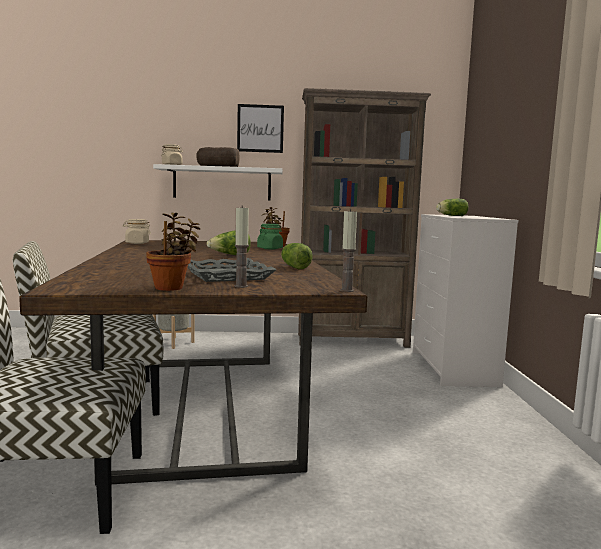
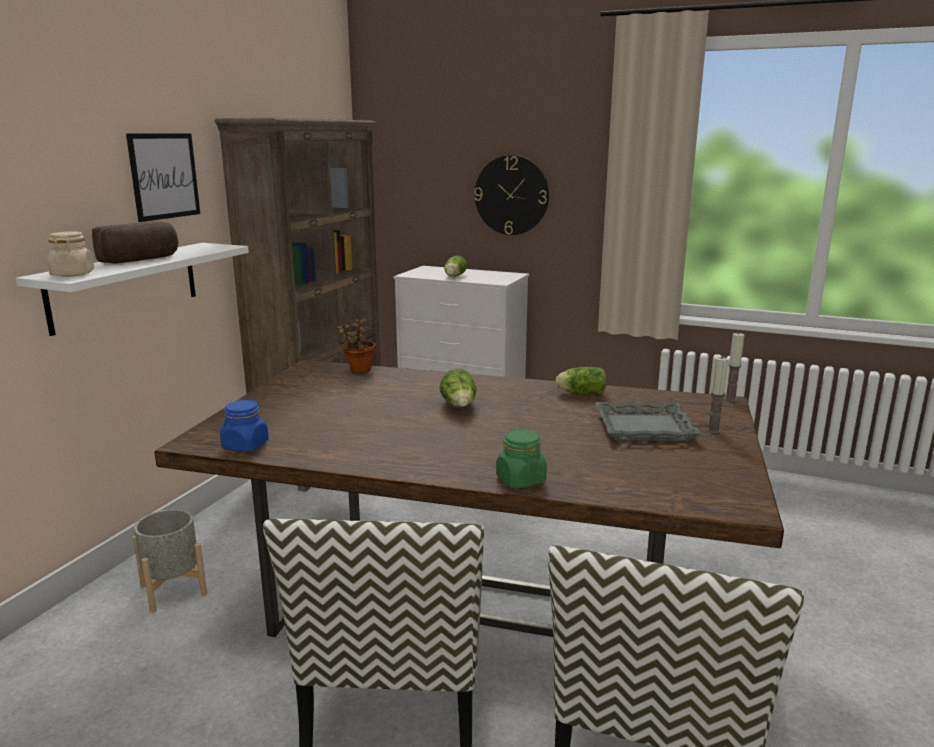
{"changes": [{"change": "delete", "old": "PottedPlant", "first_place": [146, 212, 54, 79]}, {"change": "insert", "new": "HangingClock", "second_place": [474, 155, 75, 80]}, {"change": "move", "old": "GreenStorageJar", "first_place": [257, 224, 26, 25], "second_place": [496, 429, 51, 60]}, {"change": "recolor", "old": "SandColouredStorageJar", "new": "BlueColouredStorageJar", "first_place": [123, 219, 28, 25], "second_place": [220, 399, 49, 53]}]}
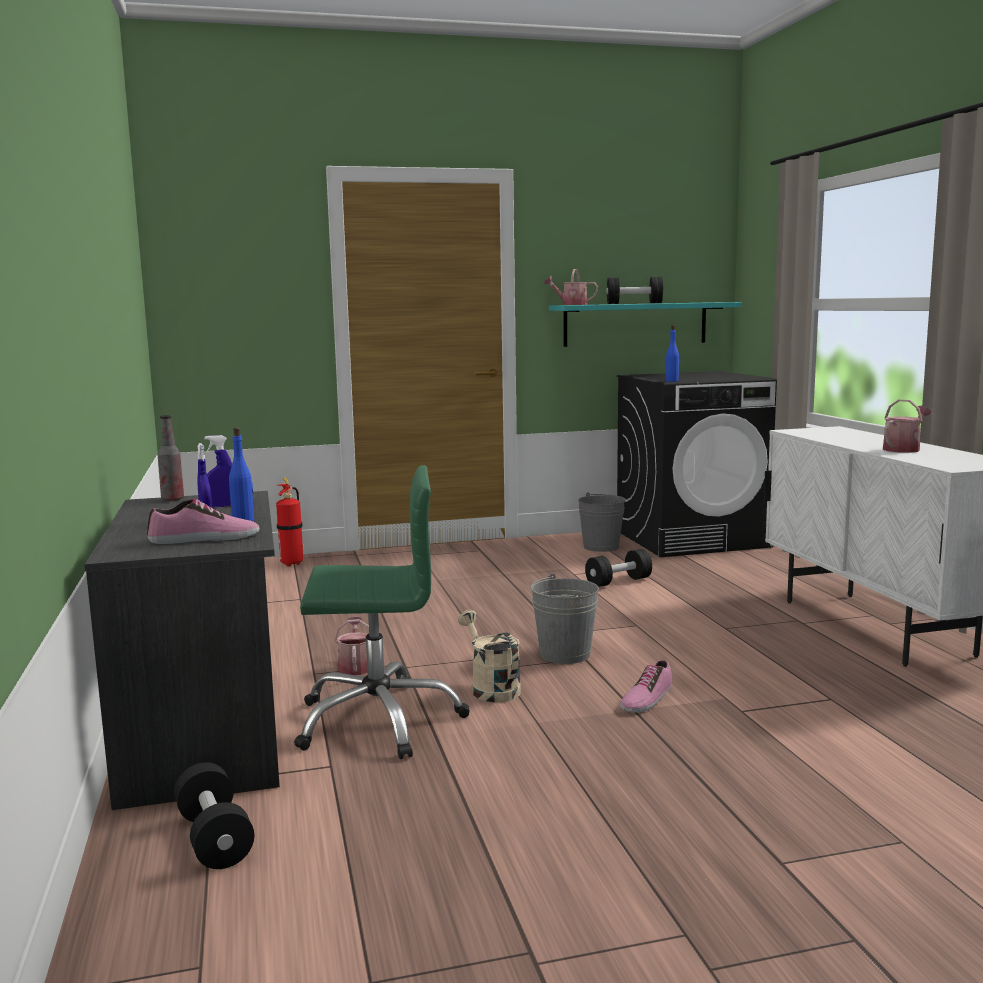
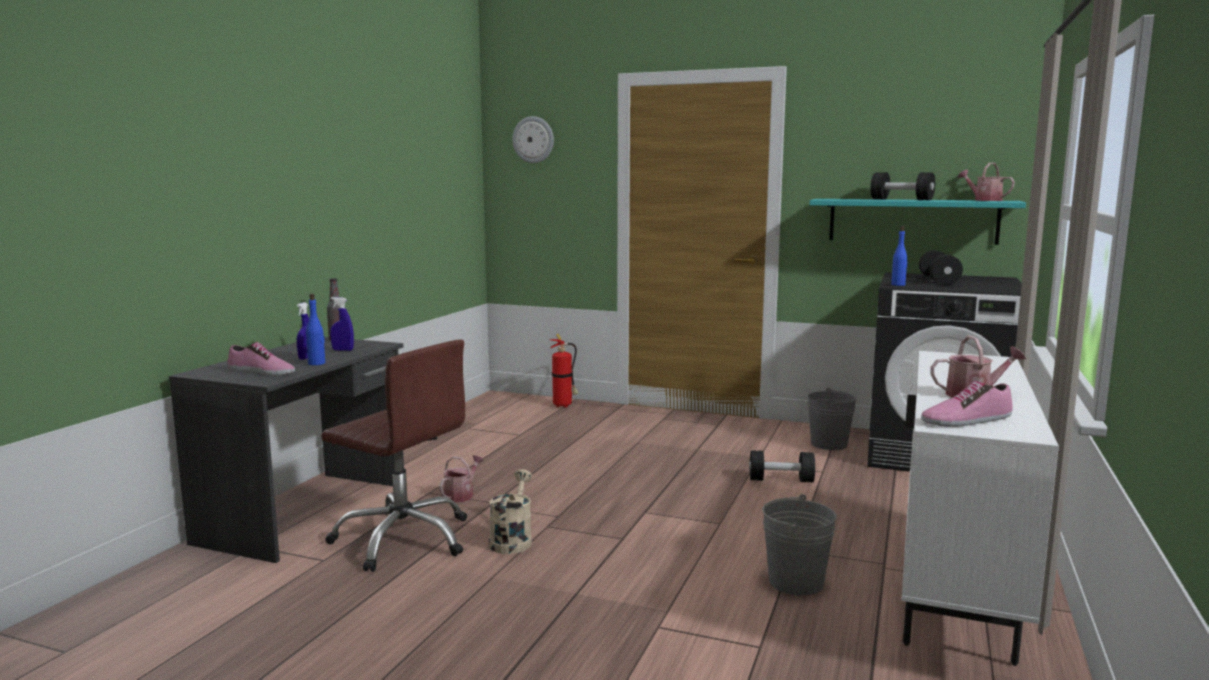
{"changes": [{"change": "insert", "new": "HangingClock", "second_place": [512, 116, 42, 47]}, {"change": "move", "old": "BlackHandWeight", "first_place": [174, 762, 80, 107], "second_place": [919, 250, 44, 35]}, {"change": "move", "old": "GreyPail", "first_place": [531, 574, 68, 90], "second_place": [762, 494, 74, 101]}, {"change": "move", "old": "WateringPot", "first_place": [544, 269, 54, 36], "second_place": [958, 163, 57, 38]}, {"change": "move", "old": "ItemOfFootwear", "first_place": [620, 660, 52, 53], "second_place": [921, 381, 92, 46]}, {"change": "recolor", "old": "GreenComputerChair", "new": "BrownishComputerChair", "first_place": [294, 465, 176, 294], "second_place": [321, 339, 146, 233]}]}
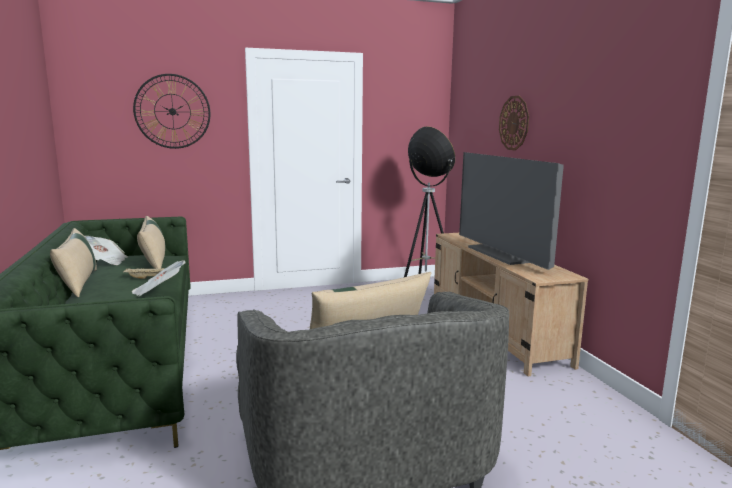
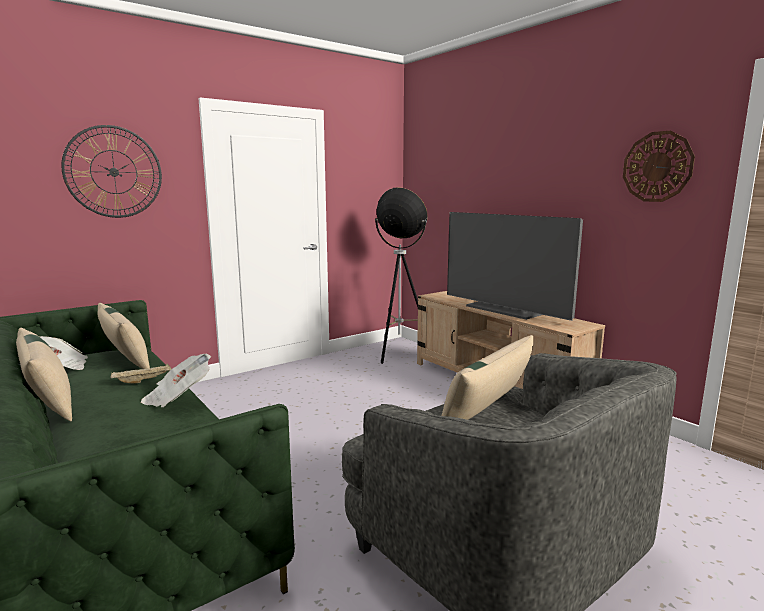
{"changes": [{"change": "move", "old": "HangingClock", "first_place": [499, 96, 30, 54], "second_place": [623, 131, 72, 71]}]}
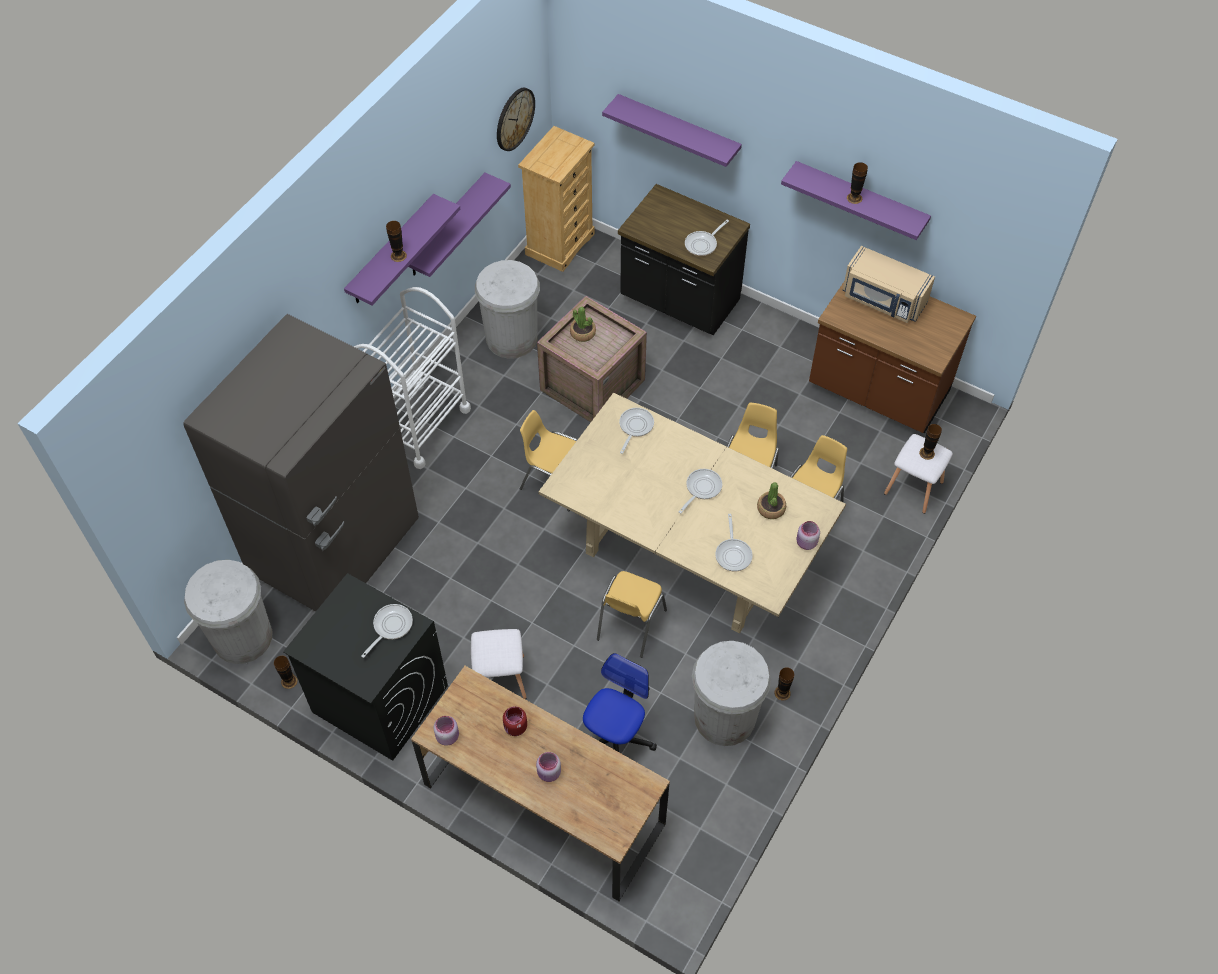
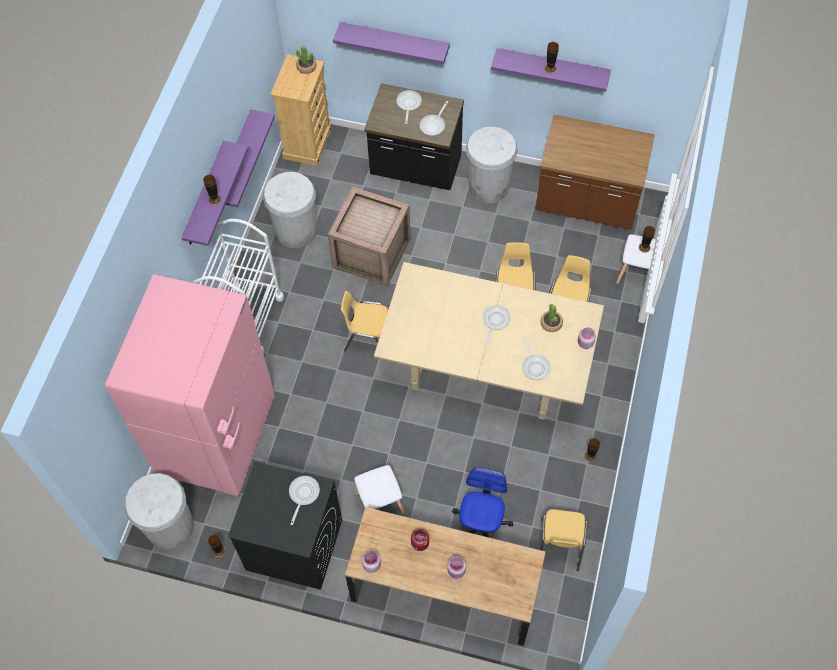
{"changes": [{"change": "delete", "old": "HangingClock", "first_place": [497, 87, 38, 64]}, {"change": "delete", "old": "SandColouredMicrowave", "first_place": [842, 246, 93, 77]}, {"change": "move", "old": "PottedPlant", "first_place": [570, 307, 26, 35], "second_place": [296, 46, 20, 28]}, {"change": "move", "old": "YellowishPlainChair", "first_place": [597, 571, 70, 87], "second_place": [540, 509, 48, 63]}, {"change": "move", "old": "Pan", "first_place": [619, 408, 35, 46], "second_place": [396, 90, 26, 34]}, {"change": "move", "old": "WhitishTrashCan", "first_place": [692, 641, 79, 105], "second_place": [466, 127, 52, 76]}, {"change": "recolor", "old": "GreyRefrigerator", "new": "PinkishRefrigerator", "first_place": [183, 314, 236, 297], "second_place": [105, 274, 170, 222]}]}
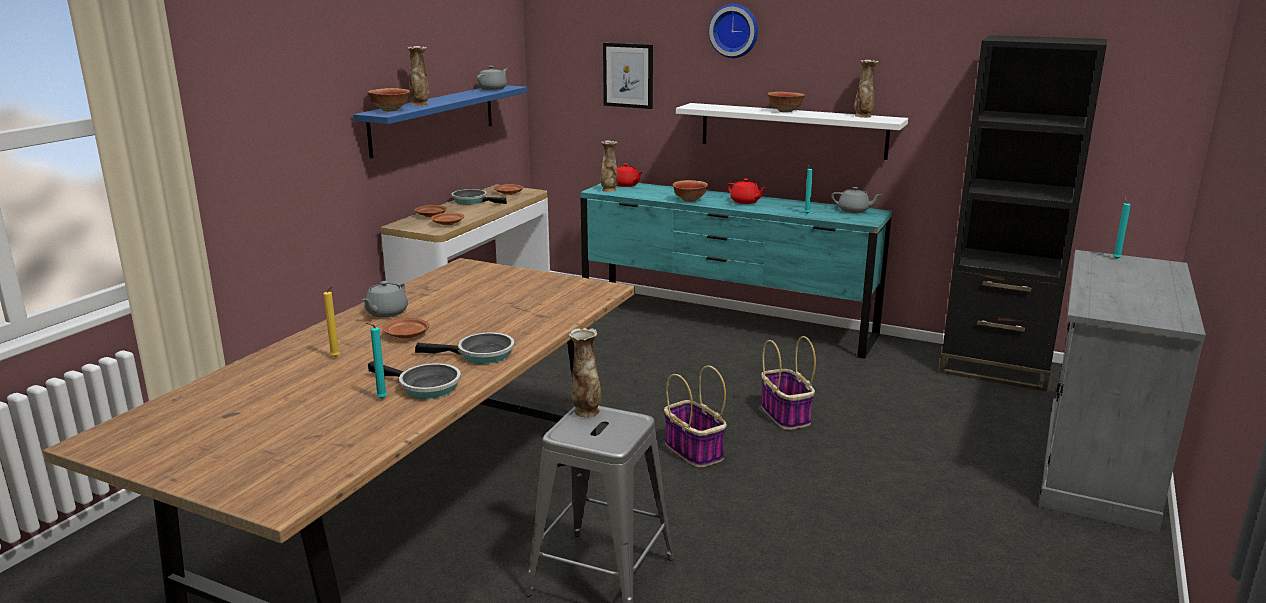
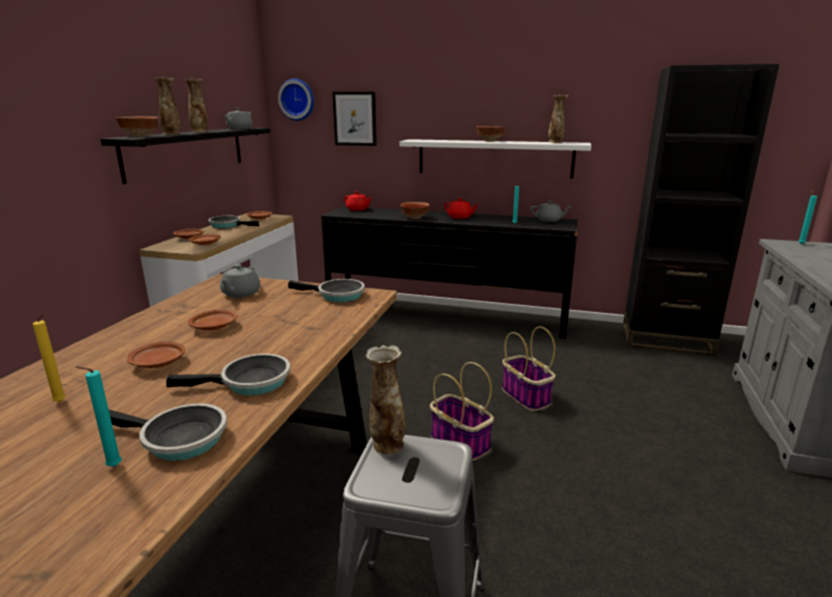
{"changes": [{"change": "insert", "new": "BrownishFlatDish", "second_place": [188, 310, 49, 20]}, {"change": "insert", "new": "Pan", "second_place": [288, 279, 77, 23]}, {"change": "move", "old": "GreyPotForTea", "first_place": [362, 281, 46, 37], "second_place": [220, 264, 41, 34]}, {"change": "move", "old": "Vase", "first_place": [601, 140, 17, 52], "second_place": [185, 79, 23, 53]}, {"change": "move", "old": "HangingClock", "first_place": [709, 4, 49, 54], "second_place": [278, 78, 36, 43]}, {"change": "recolor", "old": "BlueColouredBracketShelf", "new": "BlackBracketShelf", "first_place": [353, 85, 174, 74], "second_place": [100, 128, 171, 56]}, {"change": "recolor", "old": "TurquoiseDresser", "new": "BlackDresser", "first_place": [580, 183, 312, 176], "second_place": [321, 206, 257, 133]}]}
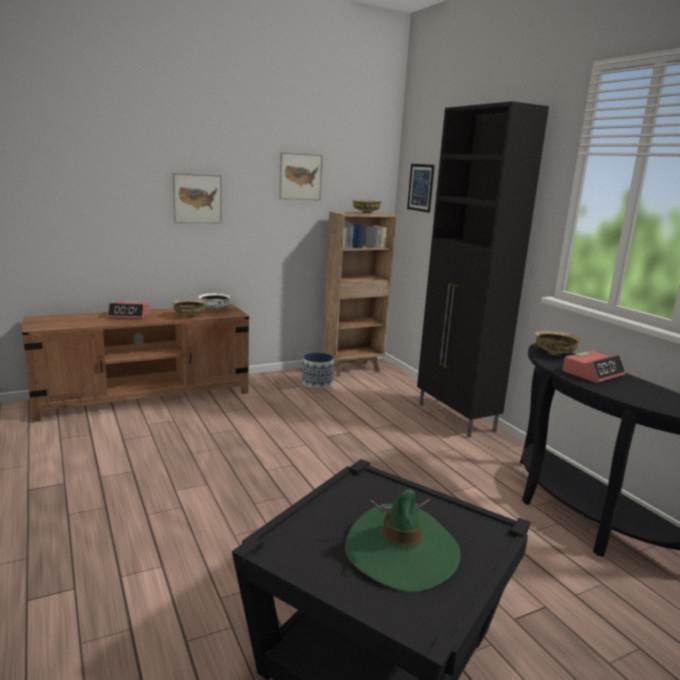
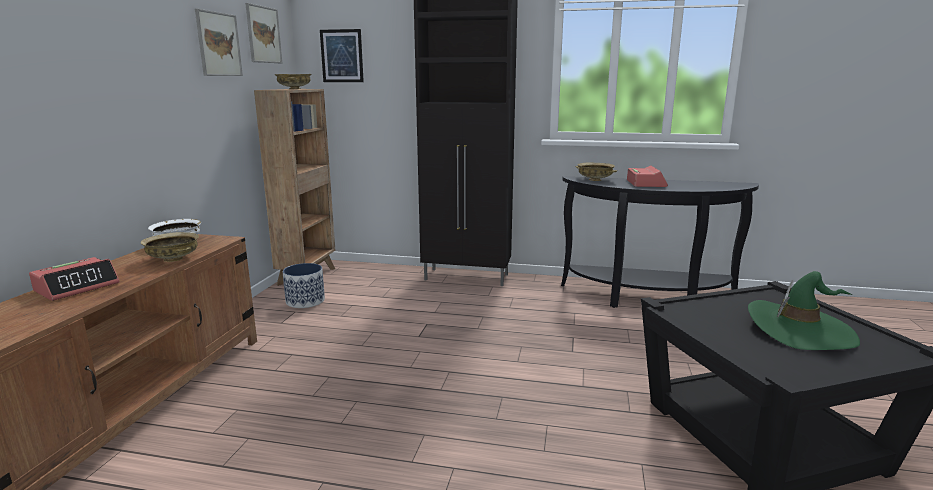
{"changes": [{"change": "move", "old": "WallPicture", "first_place": [173, 173, 49, 50], "second_place": [245, 3, 37, 60]}]}
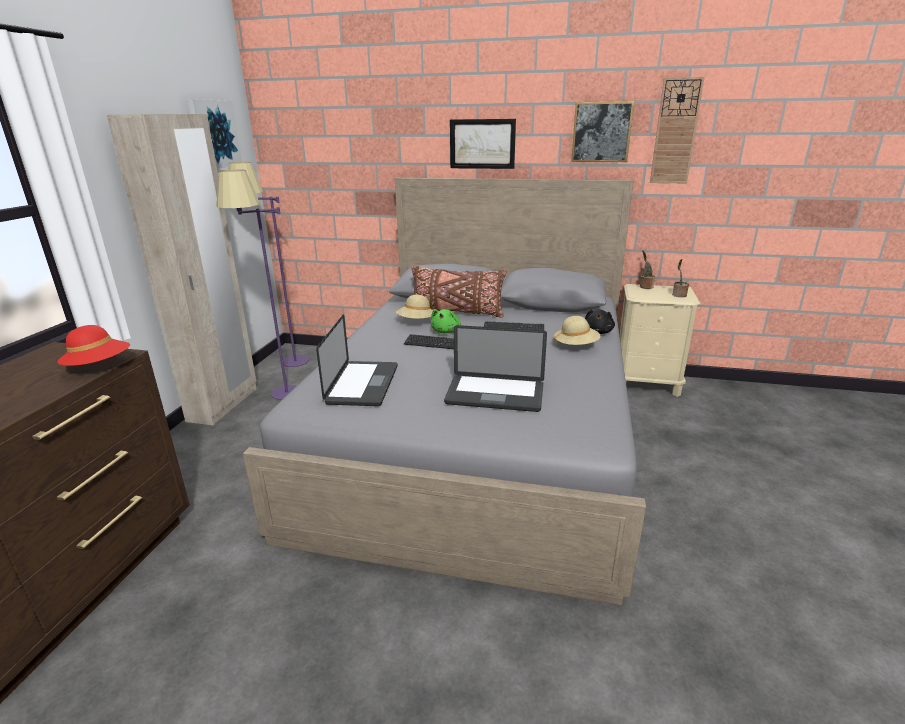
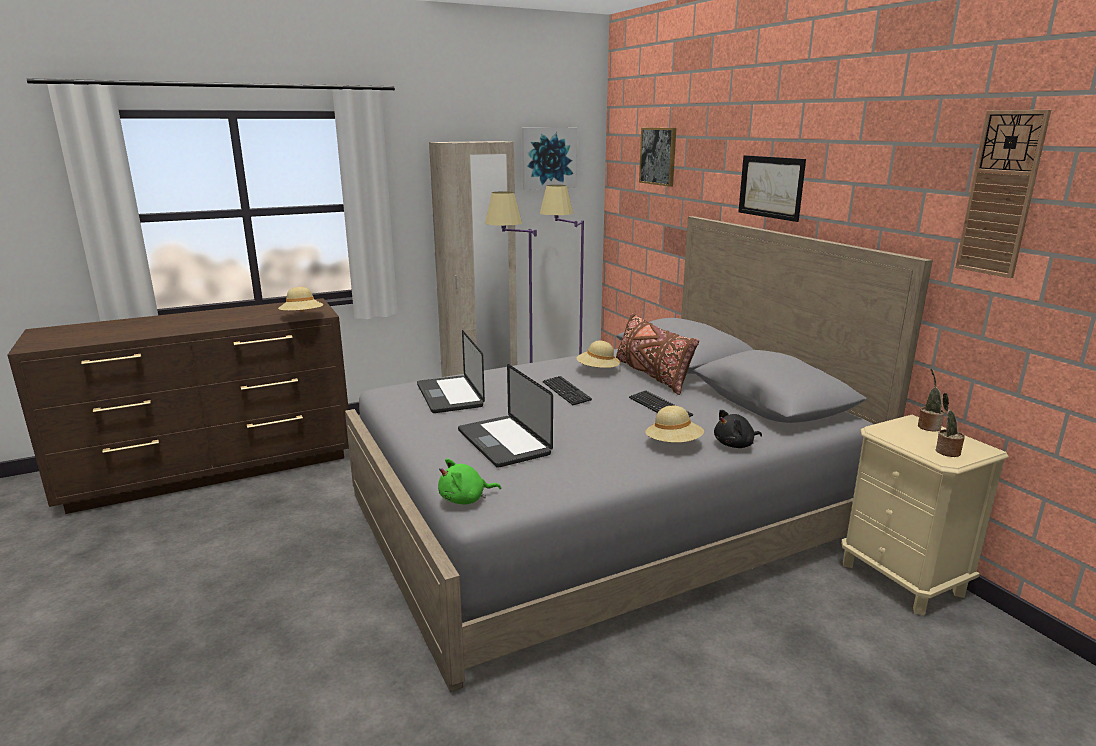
{"changes": [{"change": "move", "old": "GreenSoftToy", "first_place": [431, 309, 30, 24], "second_place": [438, 459, 63, 46]}, {"change": "move", "old": "WallPicture", "first_place": [571, 101, 63, 61], "second_place": [639, 128, 37, 59]}, {"change": "recolor", "old": "RedColouredClothingHat", "new": "SandColouredClothingHat", "first_place": [57, 325, 73, 41], "second_place": [278, 287, 45, 25]}, {"change": "rotate", "old": "NotebookComputer", "first_place": [316, 314, 82, 92], "second_place": [417, 330, 68, 83], "degrees": 105}]}
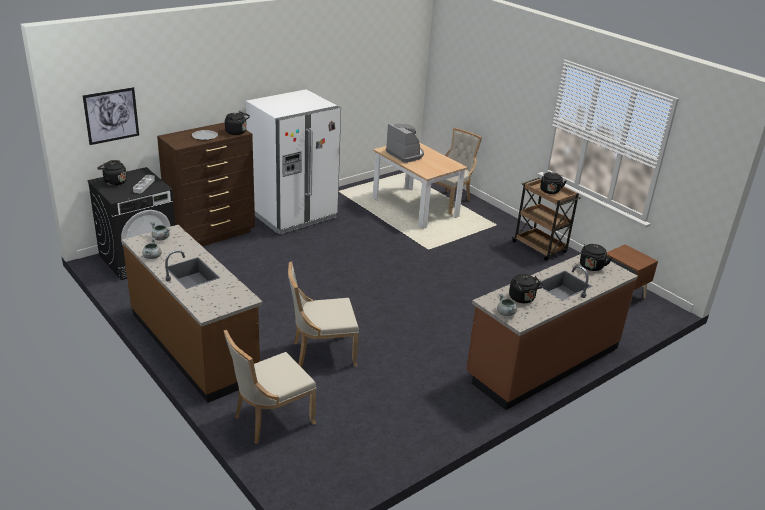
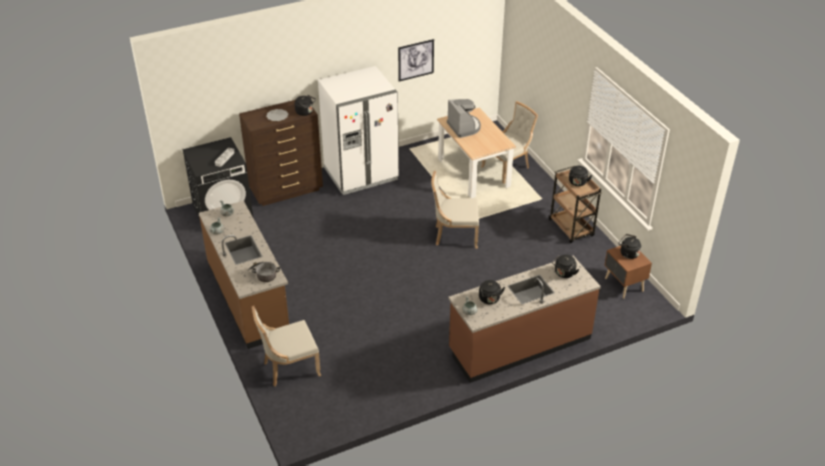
{"changes": [{"change": "insert", "new": "Stockpot", "second_place": [247, 262, 33, 20]}, {"change": "move", "old": "WallPicture", "first_place": [83, 87, 56, 58], "second_place": [398, 39, 36, 42]}, {"change": "move", "old": "BlackTeaKettle", "first_place": [97, 160, 30, 26], "second_place": [618, 234, 23, 25]}, {"change": "move", "old": "SandColouredPlainChair", "first_place": [288, 262, 71, 105], "second_place": [431, 171, 48, 78]}]}
